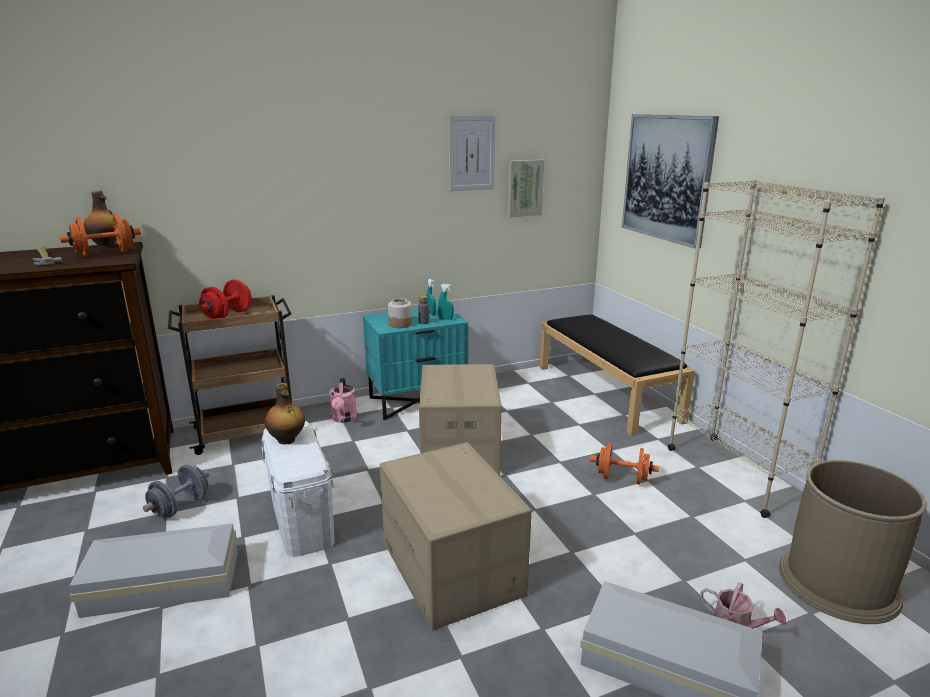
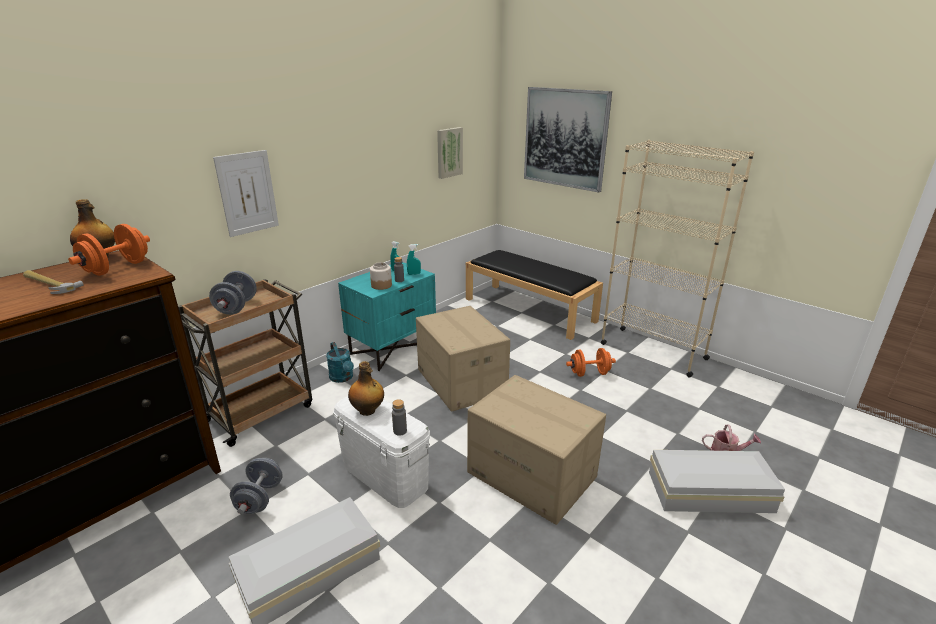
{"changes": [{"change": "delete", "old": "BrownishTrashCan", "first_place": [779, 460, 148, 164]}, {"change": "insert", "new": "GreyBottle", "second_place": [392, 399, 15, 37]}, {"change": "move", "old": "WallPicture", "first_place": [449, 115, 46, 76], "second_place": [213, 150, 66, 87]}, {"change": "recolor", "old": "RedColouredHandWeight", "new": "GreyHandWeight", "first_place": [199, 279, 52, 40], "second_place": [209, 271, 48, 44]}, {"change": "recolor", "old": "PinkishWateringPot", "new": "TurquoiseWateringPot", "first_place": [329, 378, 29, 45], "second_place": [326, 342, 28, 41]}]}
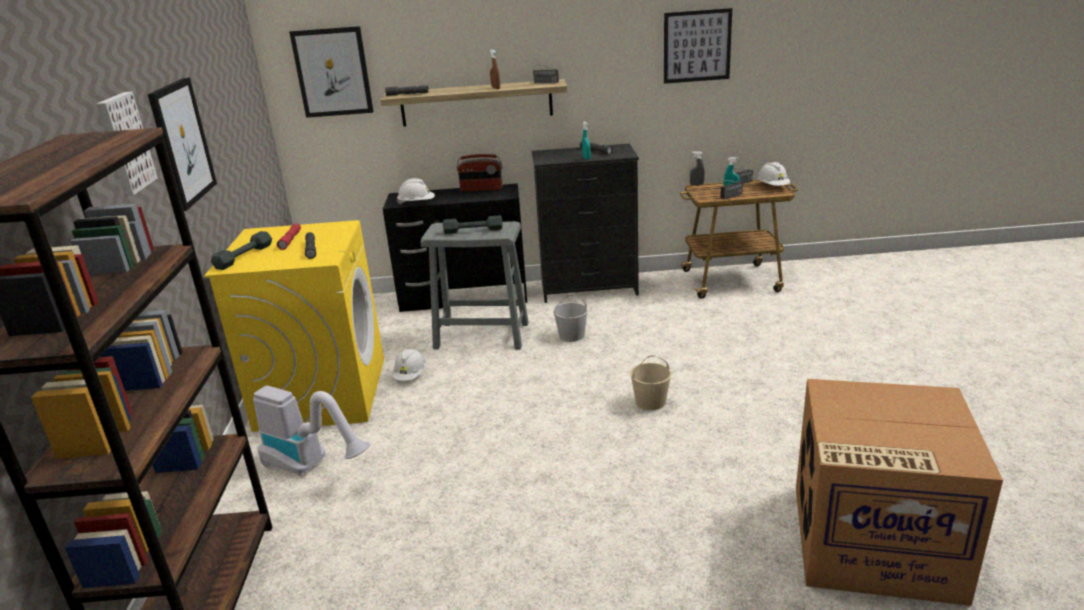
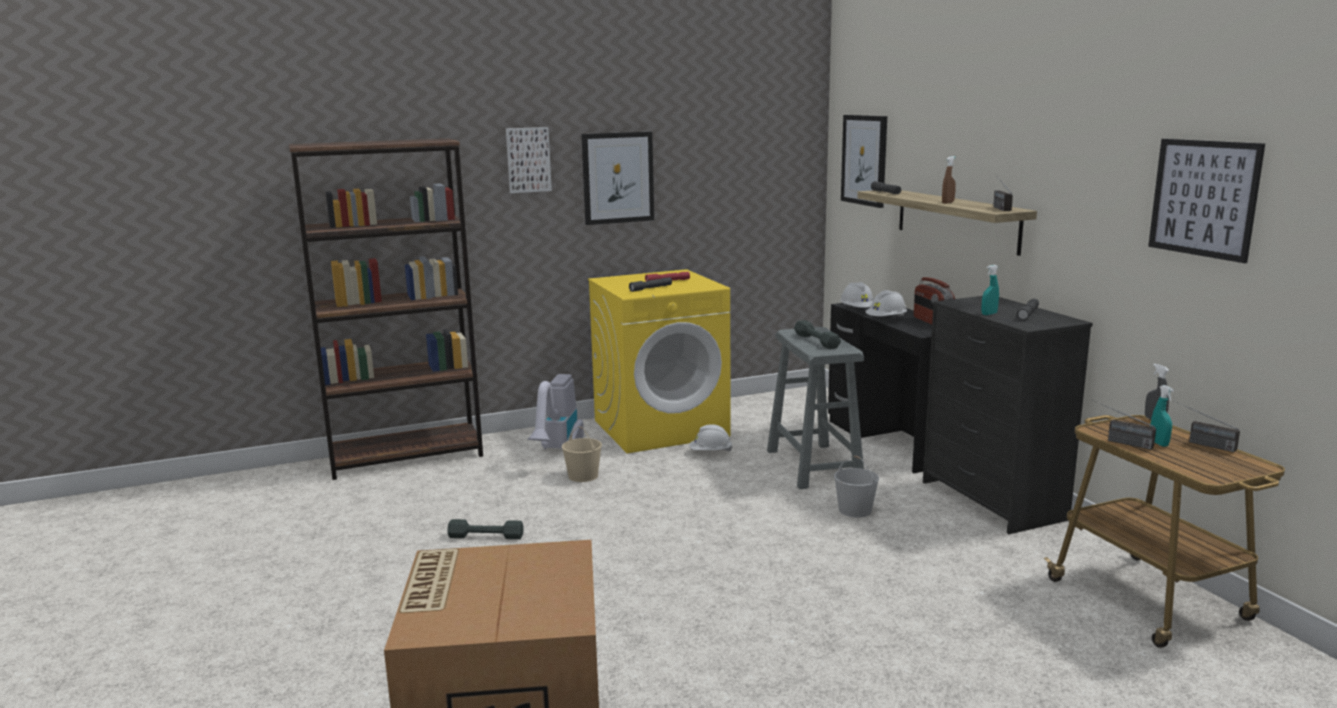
{"changes": [{"change": "move", "old": "GreyHandWeight", "first_place": [211, 231, 61, 39], "second_place": [447, 519, 77, 20]}, {"change": "move", "old": "SandColouredPail", "first_place": [630, 355, 42, 55], "second_place": [562, 426, 40, 56]}, {"change": "move", "old": "WhitishSafetyHelmet", "first_place": [757, 162, 33, 24], "second_place": [865, 290, 42, 27]}]}
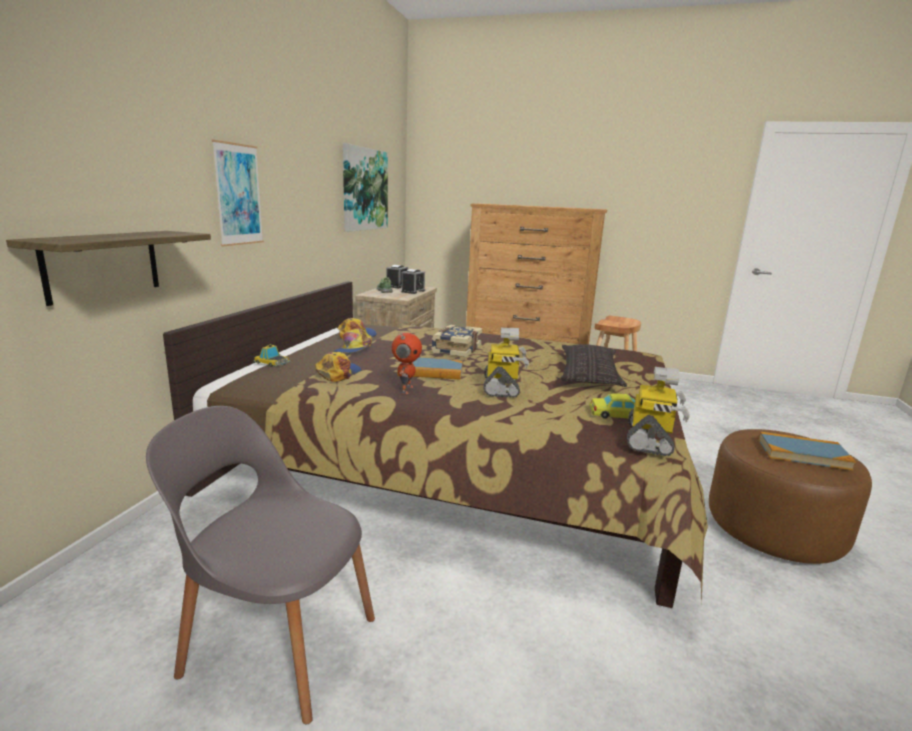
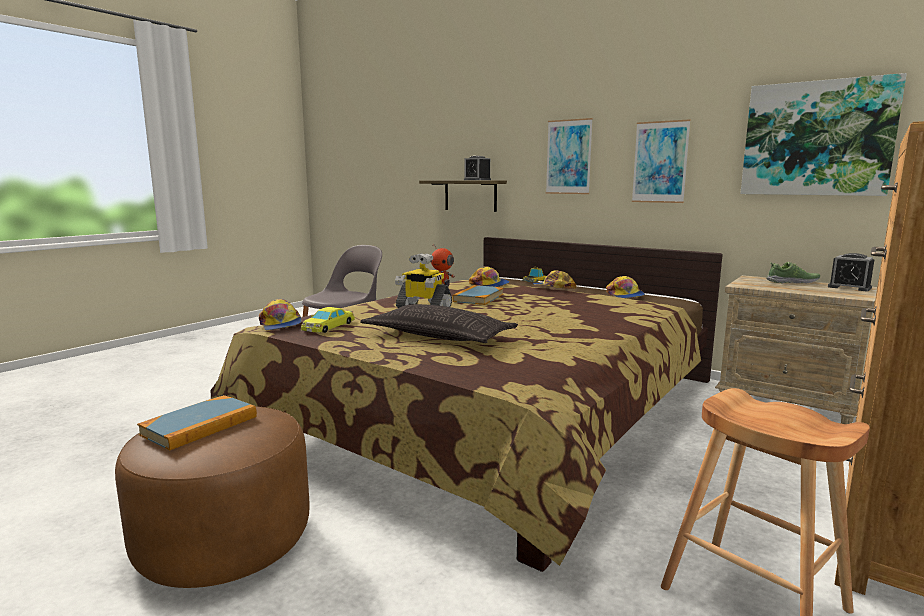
{"changes": [{"change": "delete", "old": "Volume", "first_place": [431, 324, 51, 33]}, {"change": "insert", "new": "WallPicture", "second_place": [632, 119, 59, 84]}, {"change": "move", "old": "TableClock", "first_place": [401, 269, 24, 25], "second_place": [464, 156, 27, 24]}, {"change": "replace", "old": "RobotFigure", "new": "BaseballCap", "first_place": [627, 367, 63, 89], "second_place": [259, 299, 43, 31]}]}
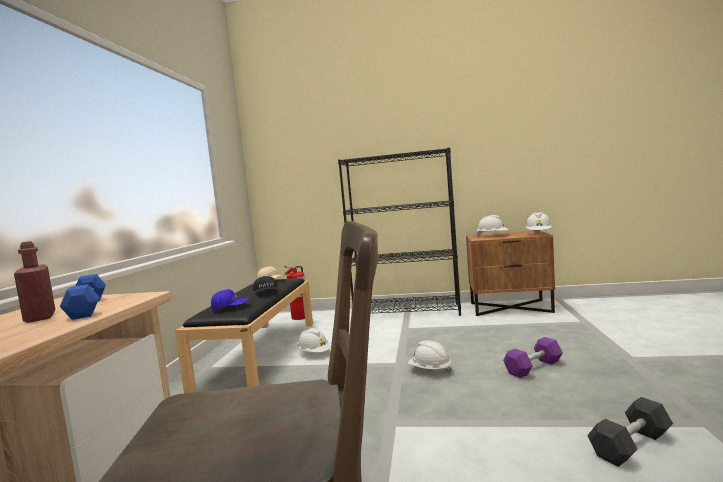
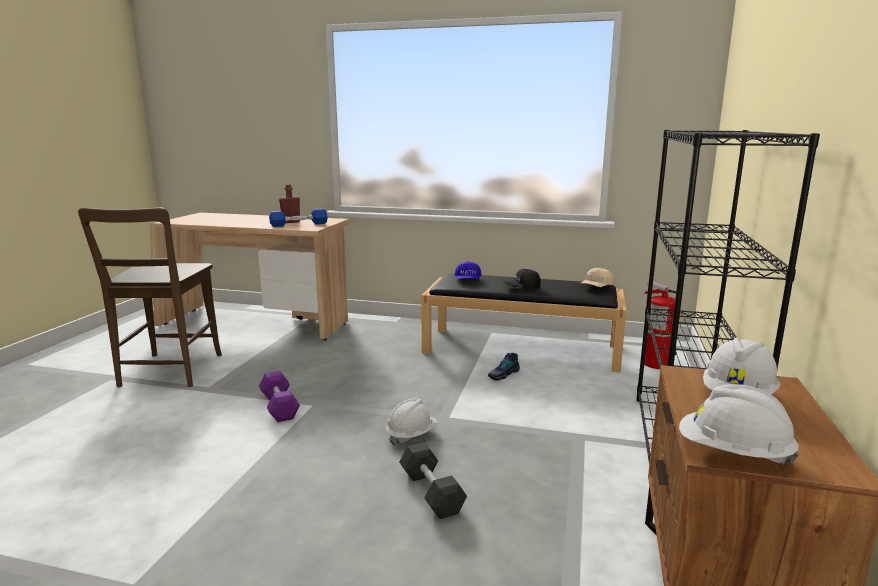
{"changes": [{"change": "move", "old": "PurplishHandWeight", "first_place": [503, 337, 60, 41], "second_place": [259, 371, 41, 51]}, {"change": "move", "old": "BlackHandWeight", "first_place": [587, 397, 86, 70], "second_place": [399, 442, 68, 77]}, {"change": "replace", "old": "WhitishSafetyHelmet", "new": "ItemOfFootwear", "first_place": [297, 328, 34, 24], "second_place": [488, 353, 32, 28]}]}
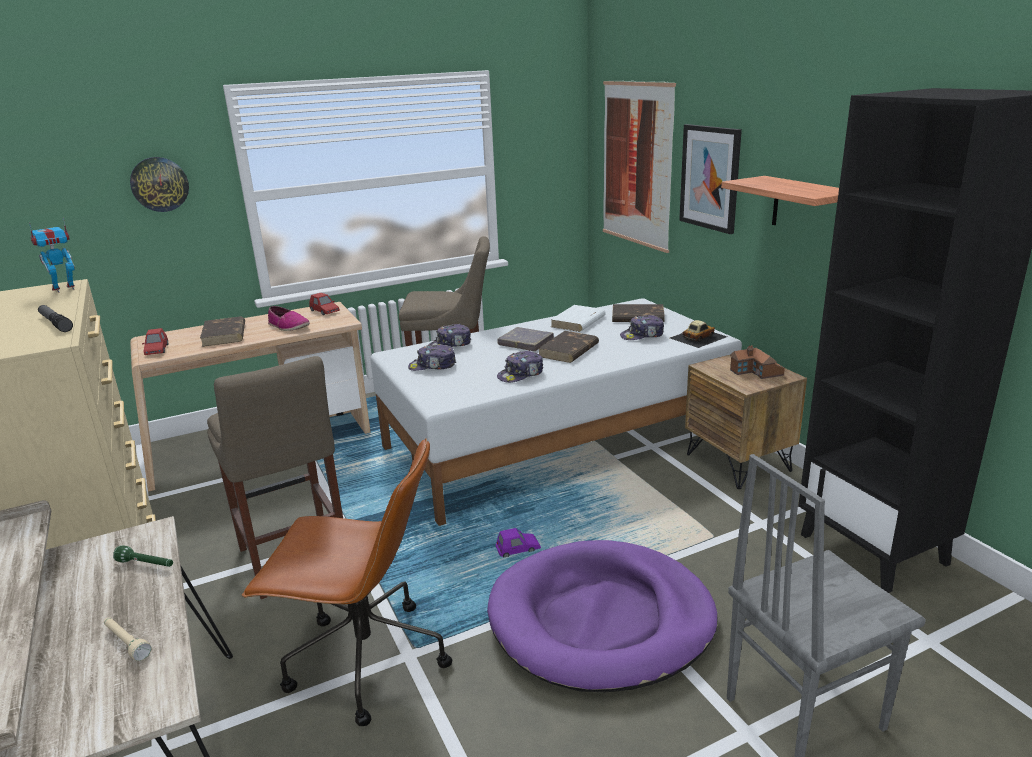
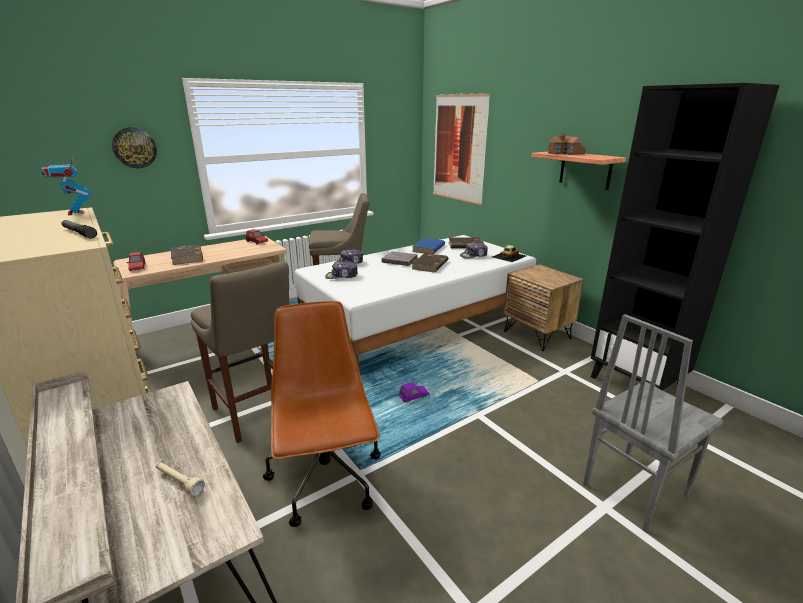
{"changes": [{"change": "delete", "old": "GreenFlashlight", "first_place": [113, 545, 60, 22]}, {"change": "delete", "old": "ItemOfFootwear", "first_place": [268, 306, 42, 25]}, {"change": "delete", "old": "PurplishDogCushion", "first_place": [487, 540, 231, 152]}, {"change": "delete", "old": "BaseballCap", "first_place": [497, 350, 46, 33]}, {"change": "delete", "old": "WallPicture", "first_place": [679, 124, 63, 110]}, {"change": "move", "old": "MiniatureHouse", "first_place": [730, 345, 55, 34], "second_place": [548, 133, 38, 22]}, {"change": "recolor", "old": "WhitishVolume", "new": "BlueColouredVolume", "first_place": [550, 305, 56, 27], "second_place": [412, 238, 33, 16]}, {"change": "rotate", "old": "RobotFigure", "first_place": [29, 218, 46, 75], "second_place": [42, 155, 49, 60], "degrees": -75}, {"change": "rotate", "old": "BrownishComputerChair", "first_place": [241, 438, 211, 288], "second_place": [263, 301, 118, 226], "degrees": -105}]}
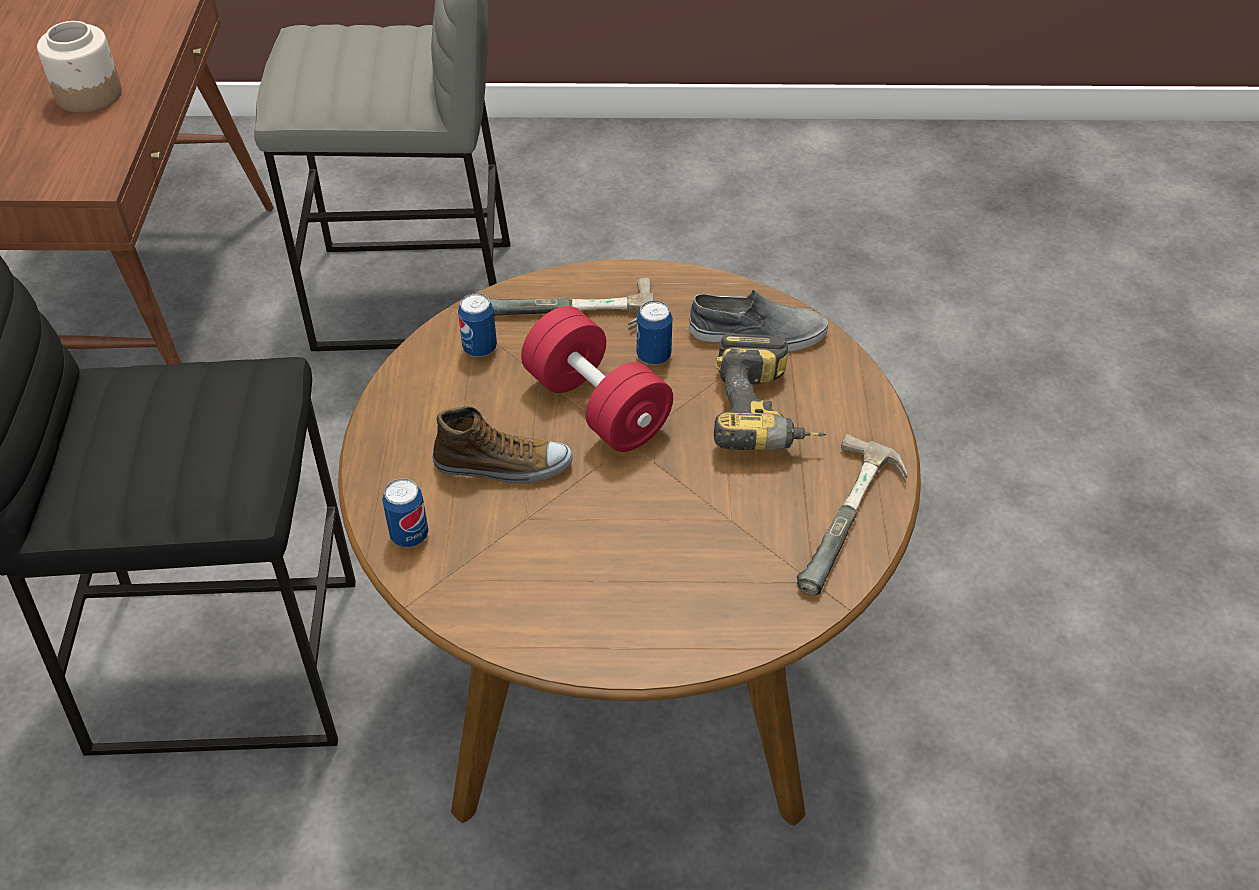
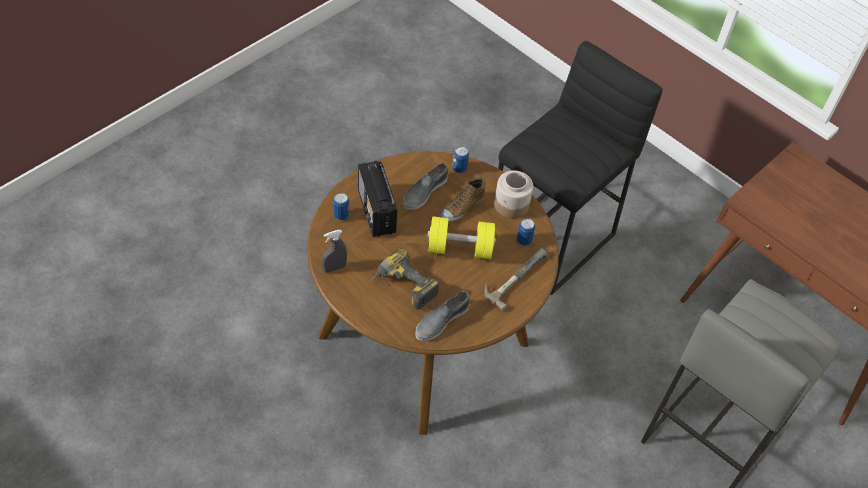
{"changes": [{"change": "insert", "new": "Radio", "second_place": [358, 161, 39, 76]}, {"change": "insert", "new": "GreyItemOfFootwear", "second_place": [403, 163, 45, 47]}, {"change": "move", "old": "StorageJar", "first_place": [37, 21, 85, 92], "second_place": [494, 171, 39, 48]}, {"change": "move", "old": "Can", "first_place": [637, 301, 35, 64], "second_place": [333, 193, 16, 27]}, {"change": "replace", "old": "ToolHammer", "new": "GreySprayBottle", "first_place": [797, 434, 110, 162], "second_place": [322, 230, 25, 43]}, {"change": "recolor", "old": "RedColouredHandWeight", "new": "YellowishHandWeight", "first_place": [521, 306, 152, 146], "second_place": [427, 216, 69, 43]}]}
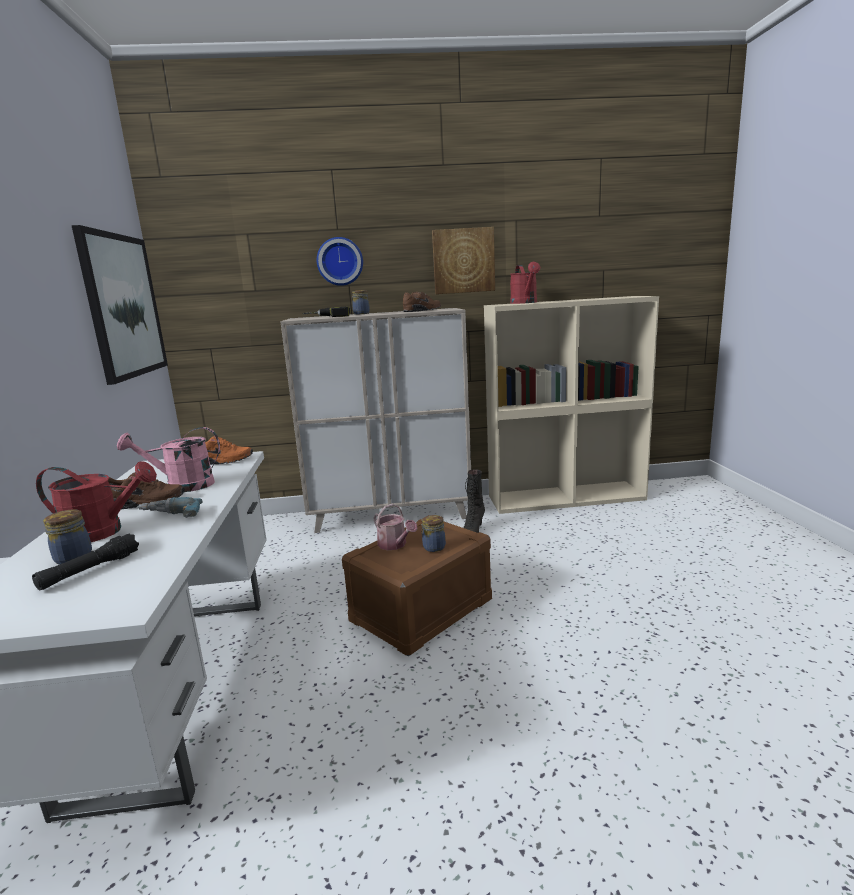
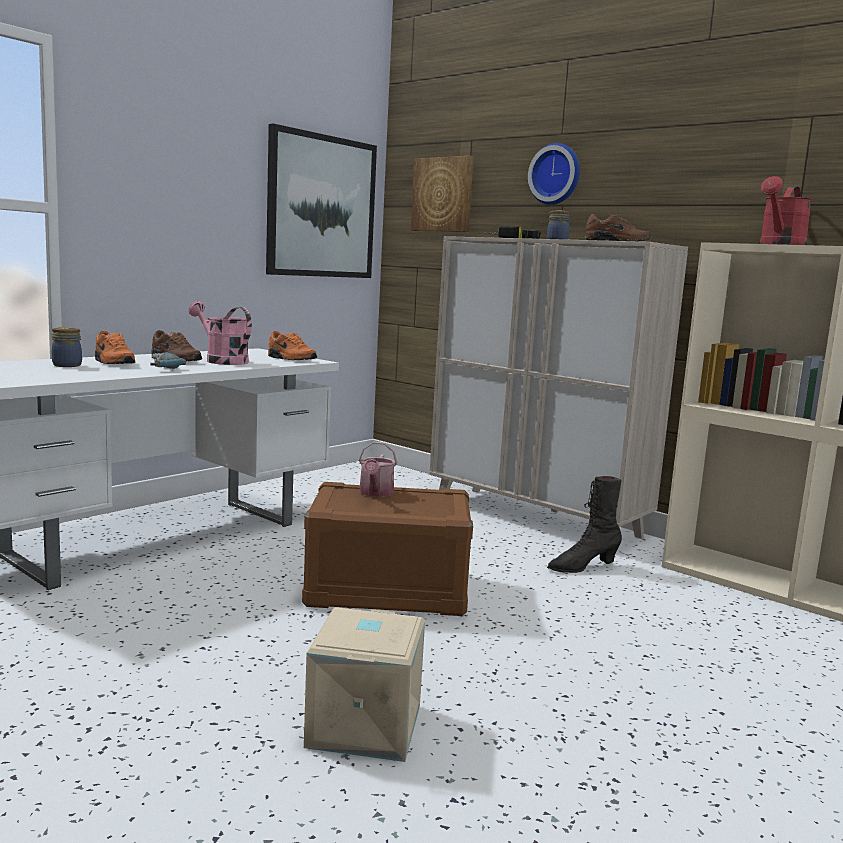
{"changes": [{"change": "delete", "old": "BlackFlashlight", "first_place": [32, 533, 107, 57]}, {"change": "delete", "old": "StorageJar", "first_place": [421, 515, 25, 37]}, {"change": "insert", "new": "SandColouredStorageBin", "second_place": [304, 607, 121, 155]}, {"change": "move", "old": "WallPicture", "first_place": [432, 227, 63, 67], "second_place": [411, 156, 63, 76]}, {"change": "replace", "old": "RedColouredWateringPot", "new": "OrangeyItemOfFootwear", "first_place": [36, 461, 121, 81], "second_place": [95, 331, 40, 33]}]}
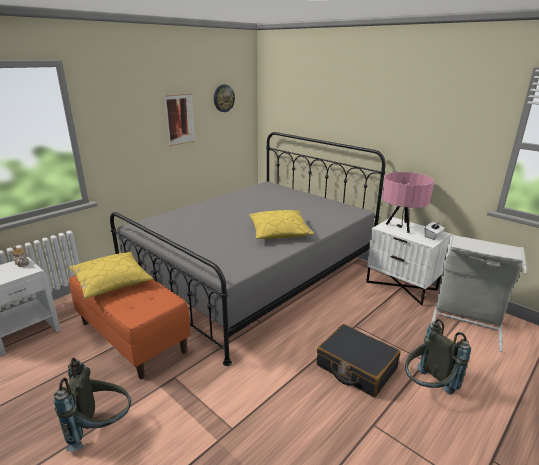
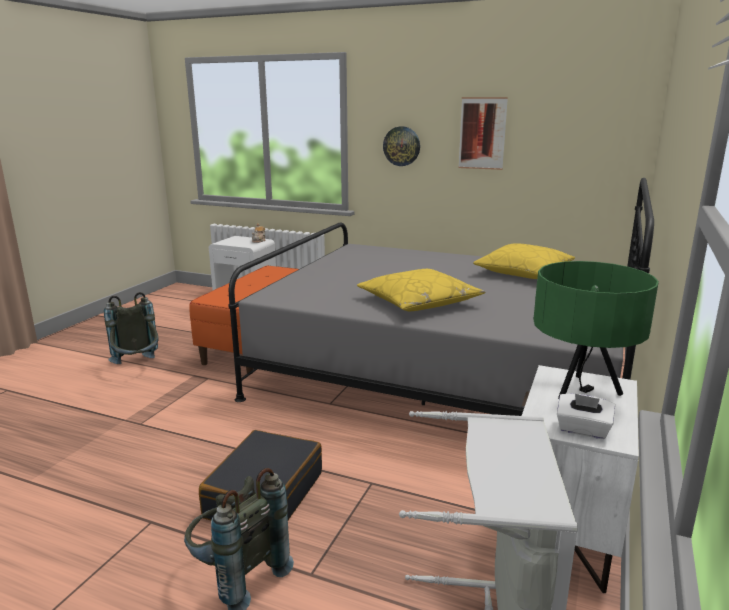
{"changes": [{"change": "move", "old": "YellowishThrowPillow", "first_place": [69, 252, 84, 47], "second_place": [473, 243, 102, 36]}, {"change": "move", "old": "HangingClock", "first_place": [214, 84, 21, 28], "second_place": [383, 126, 37, 40]}, {"change": "recolor", "old": "PinkishTableLamp", "new": "GreenTableLamp", "first_place": [382, 172, 52, 61], "second_place": [533, 261, 126, 138]}]}
